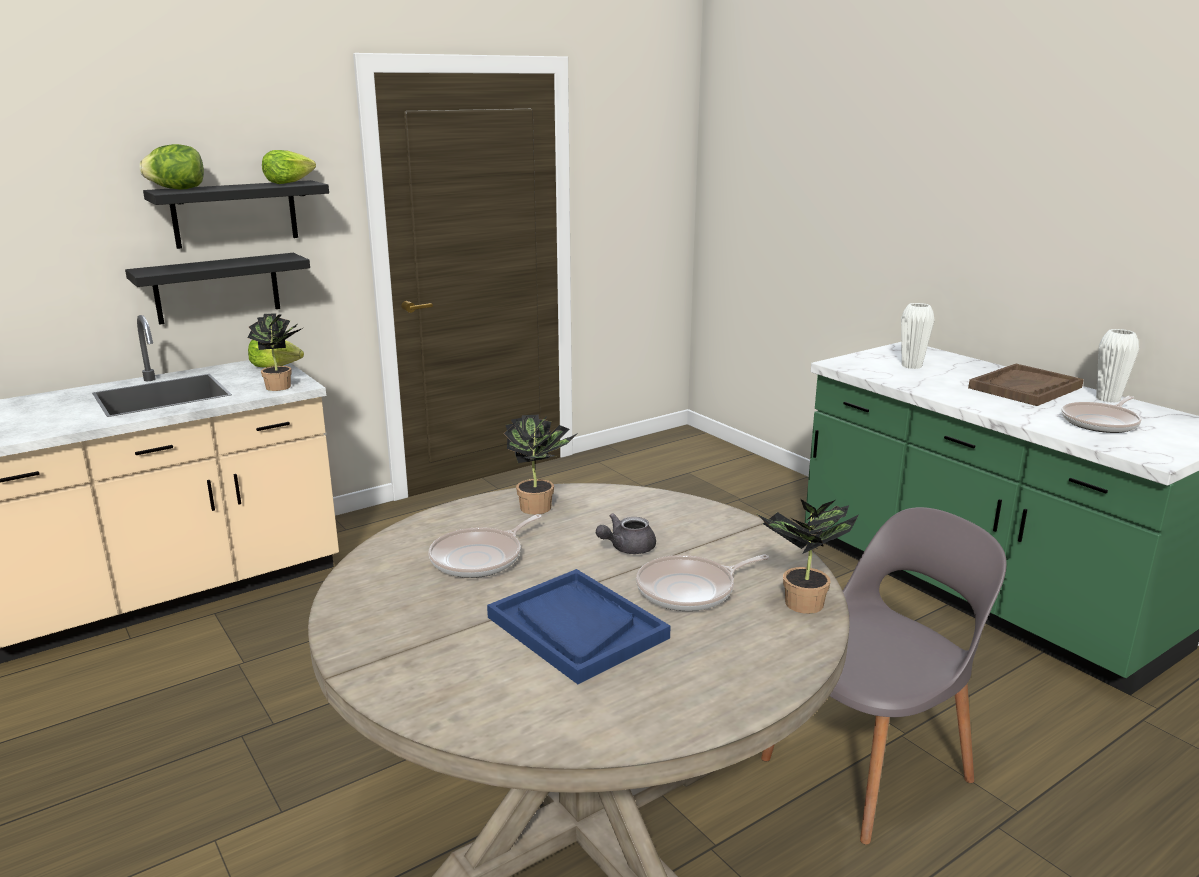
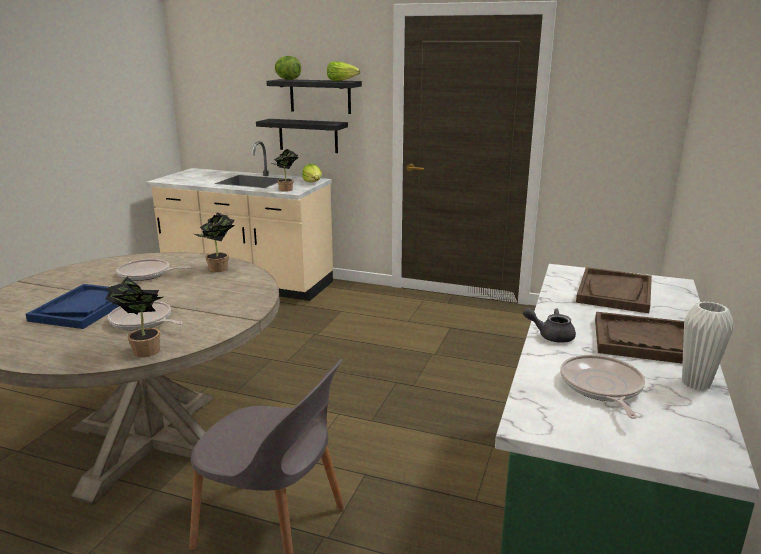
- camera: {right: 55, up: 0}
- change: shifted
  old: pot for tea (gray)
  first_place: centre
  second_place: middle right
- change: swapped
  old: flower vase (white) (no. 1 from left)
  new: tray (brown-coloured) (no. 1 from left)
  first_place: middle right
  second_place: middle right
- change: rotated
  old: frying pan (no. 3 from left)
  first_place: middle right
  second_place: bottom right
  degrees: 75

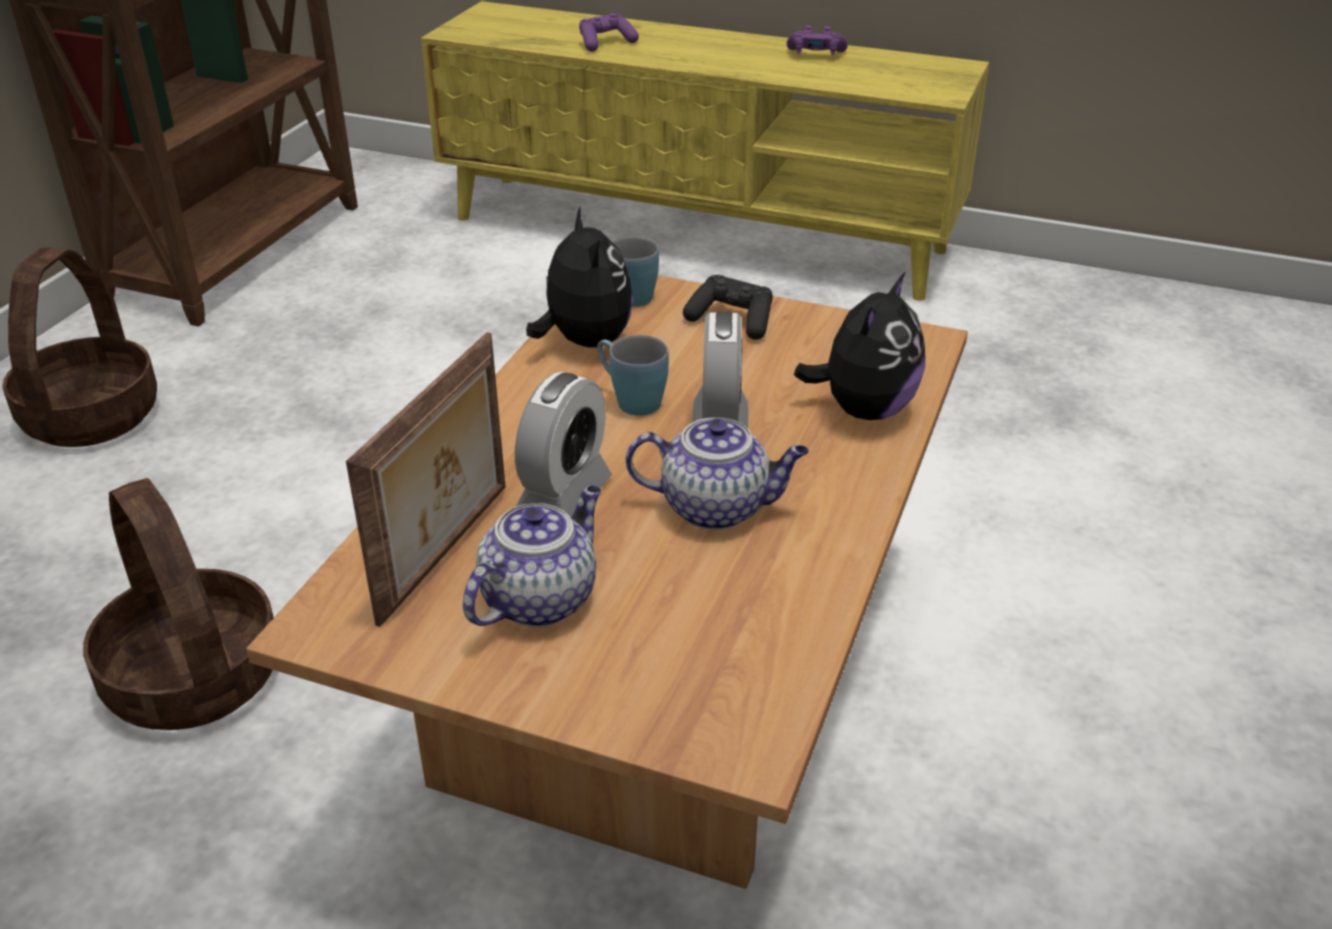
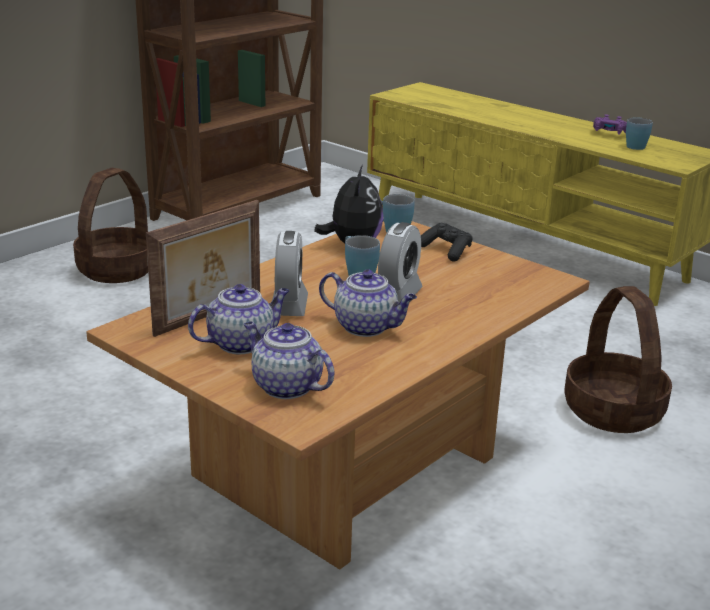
- camera: {right: 20, up: -10}
- change: shifted
  old: storage basket (no. 2 from left)
  first_place: middle left
  second_place: middle right
- change: rotated
  old: alarm clock (no. 1 from left)
  first_place: centre
  second_place: centre
  degrees: -45
- change: gone
  old: joypad (purple) (no. 1 from left)
  first_place: top centre
- change: gone
  old: cuddly toy (no. 2 from left)
  first_place: centre
- change: new
  new: pot for tea (no. 2 from left)
  second_place: centre
- change: new
  new: mug (blue) (no. 3 from left)
  second_place: top right

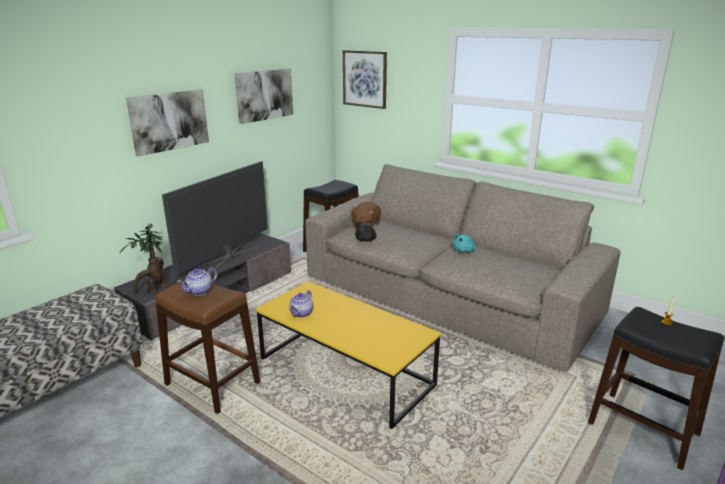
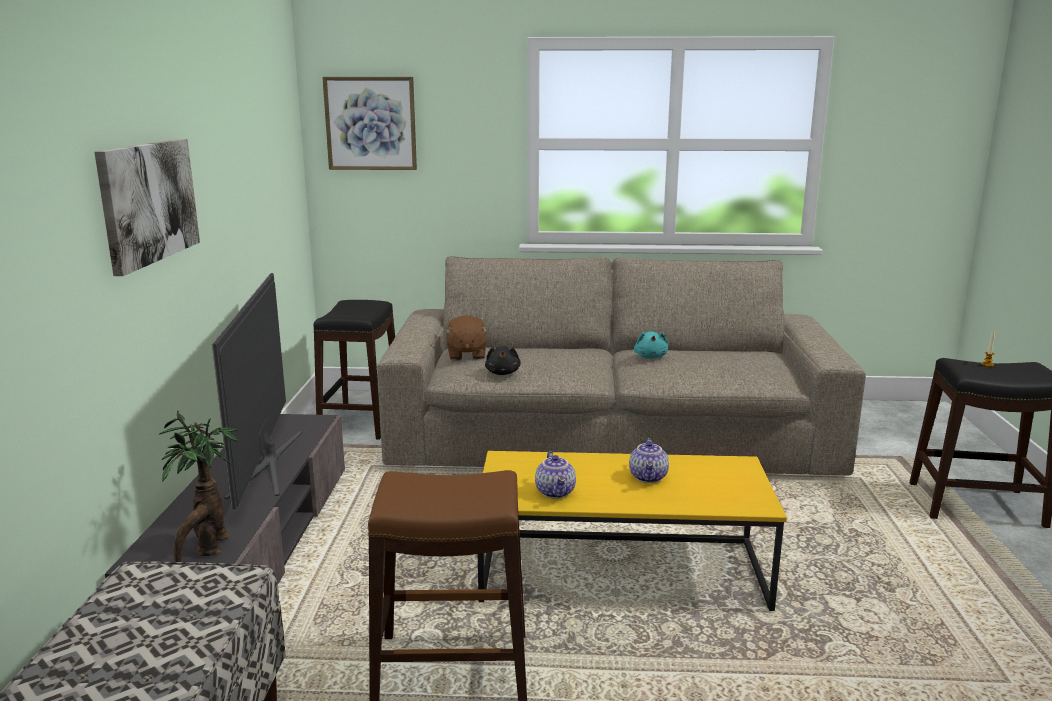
- camera: {right: -35, up: -5}
- change: shifted
  old: pot for tea (no. 1 from left in the first image)
  new: pot for tea (no. 2 from left)
  first_place: middle left
  second_place: centre
- change: gone
  old: picture (no. 2 from left)
  first_place: top centre

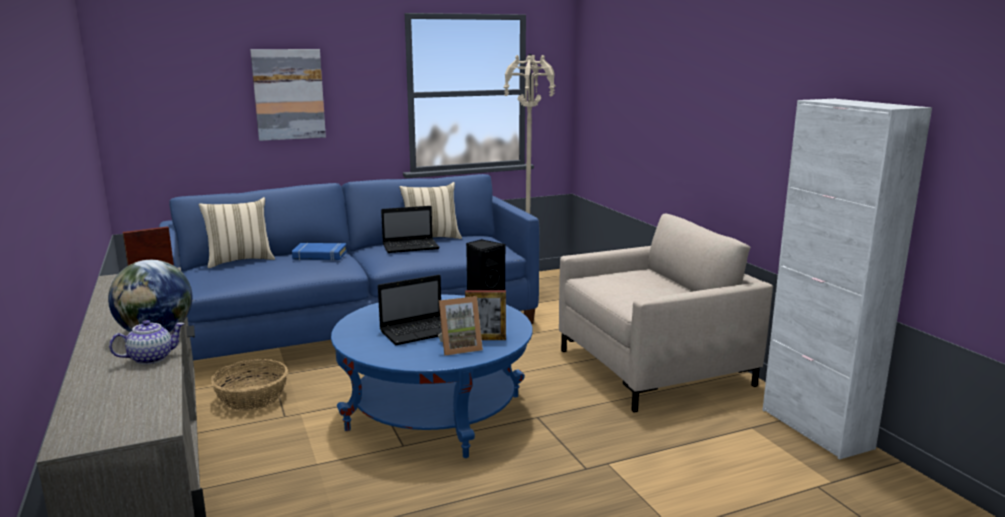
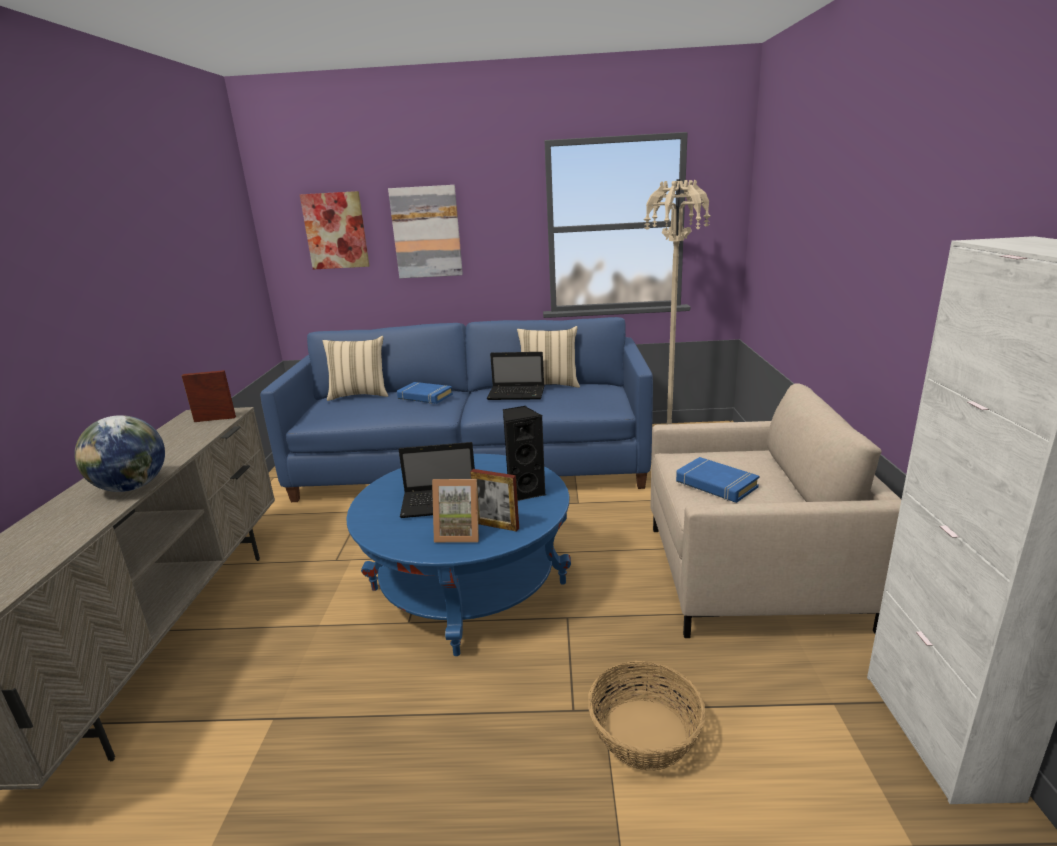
- camera: {right: 25, up: 5}
- change: gone
  old: pot for tea
  first_place: middle left
- change: shifted
  old: storage basket
  first_place: bottom left
  second_place: bottom centre
- change: new
  new: picture (no. 1 from left)
  second_place: top left
- change: new
  new: volume (blue) (no. 2 from left)
  second_place: middle right

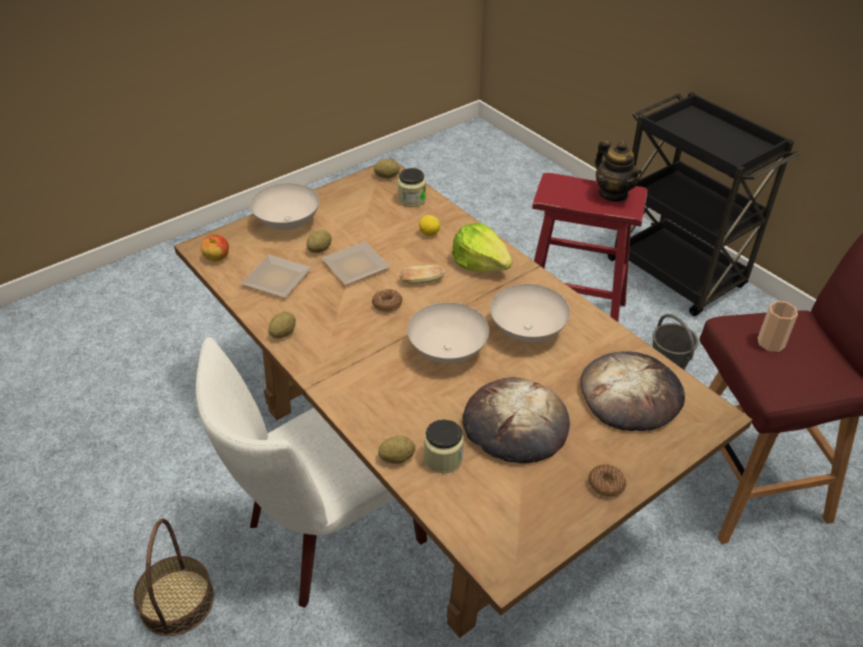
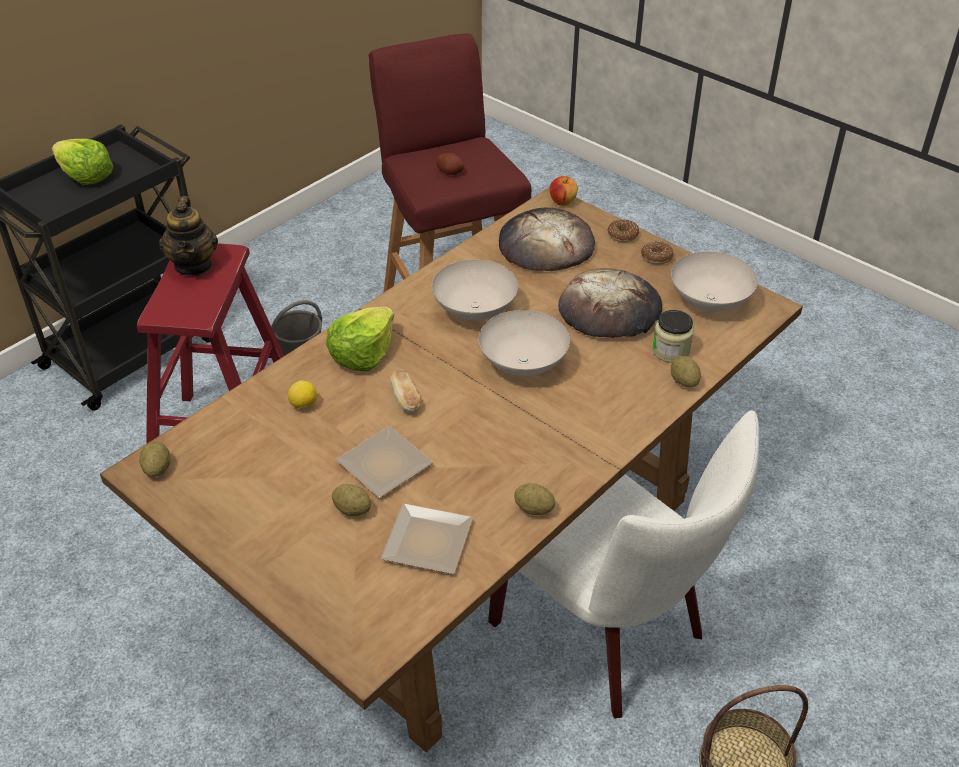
- camera: {right: -100, up: 0}
- change: shifted
  old: whole apple
  first_place: middle left
  second_place: top centre
- change: shifted
  old: serving bowl (white) (no. 1 from left in the first image)
  new: serving bowl (white) (no. 3 from left)
  first_place: top left
  second_place: middle right
- change: shifted
  old: ring doughnut (no. 1 from left)
  first_place: centre
  second_place: top centre
- change: gone
  old: storage jar (no. 1 from left)
  first_place: top centre
- change: rotated
  old: pot for tea
  first_place: top right
  second_place: top left
  degrees: 120
- change: swapped
  old: small cup
  new: potato (no. 3 from left)
  first_place: middle right
  second_place: top centre
- change: new
  new: head of lettuce (no. 1 from left)
  second_place: top left

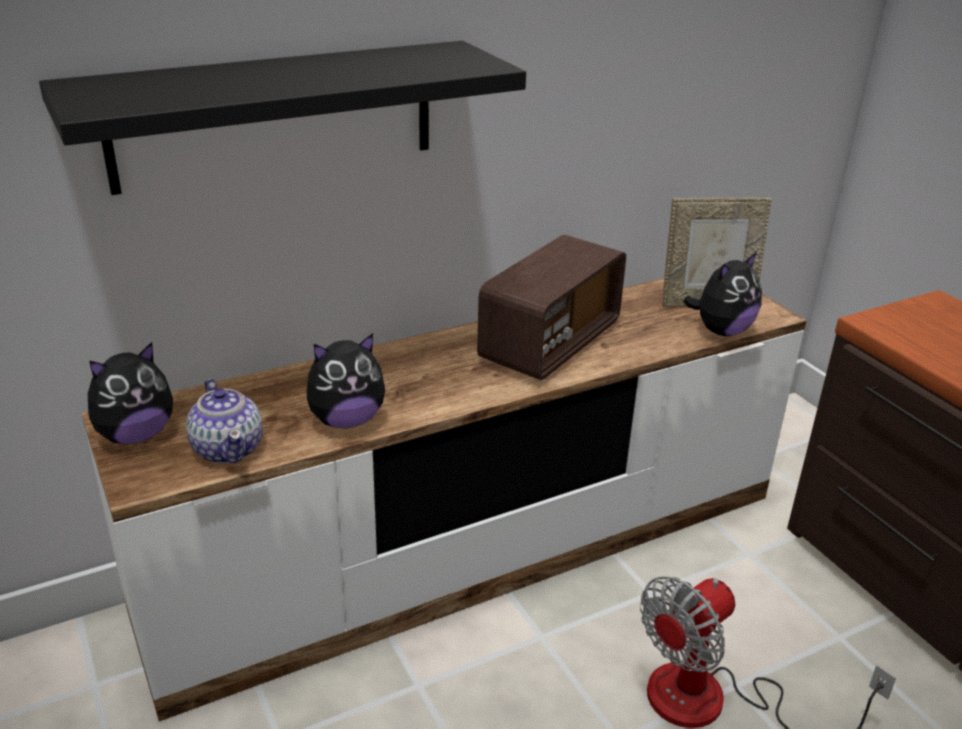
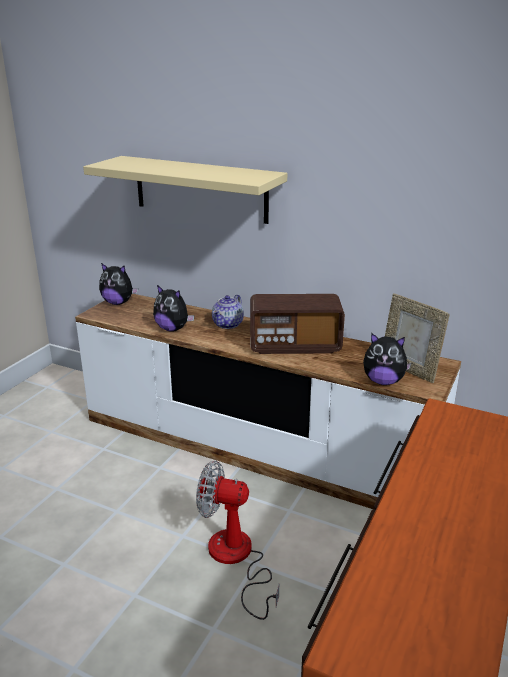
- camera: {right: 55, up: -5}
- change: repainted
  old: bracket shelf (blackish)
  new: bracket shelf (beige-coloured)
  first_place: top left
  second_place: top centre
- change: shifted
  old: pot for tea
  first_place: middle left
  second_place: centre

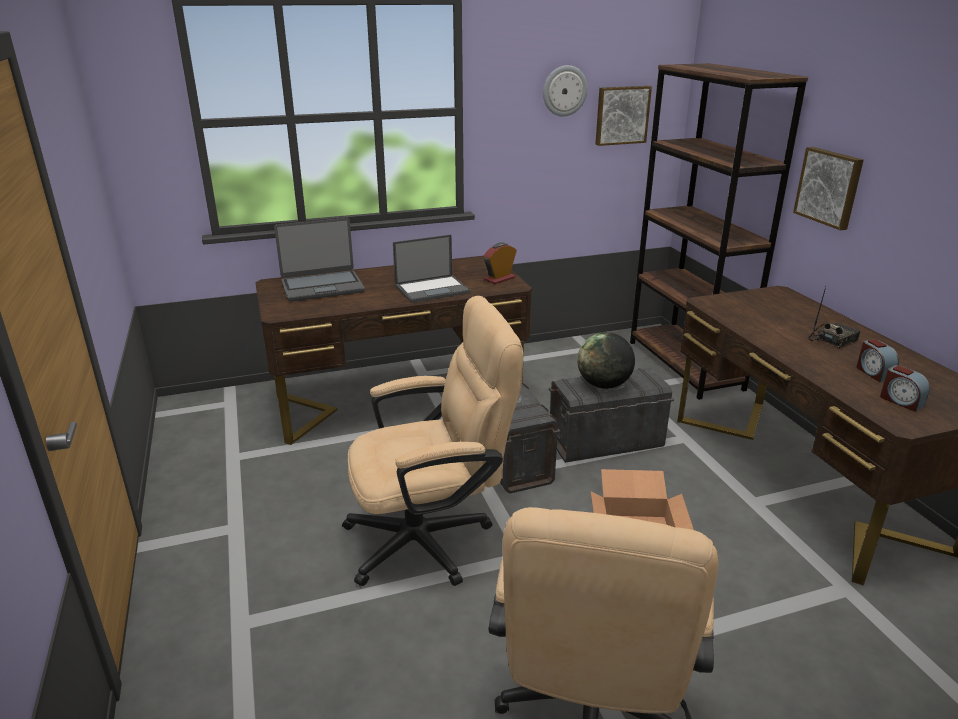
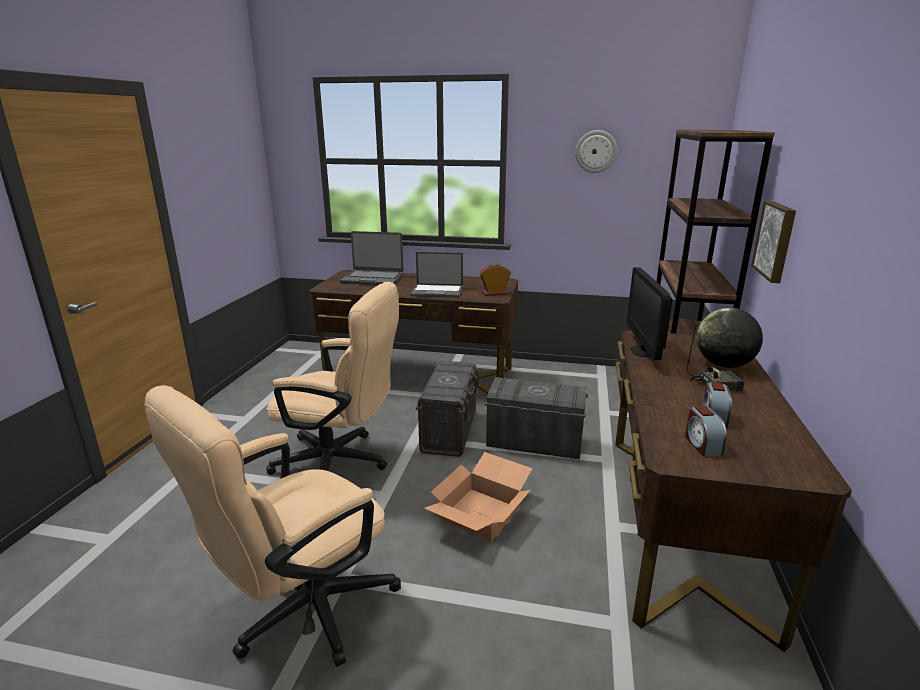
- camera: {right: 30, up: -5}
- change: shifted
  old: globe
  first_place: centre
  second_place: middle right
- change: gone
  old: picture (no. 1 from left)
  first_place: top centre
- change: new
  new: computer screen
  second_place: middle right

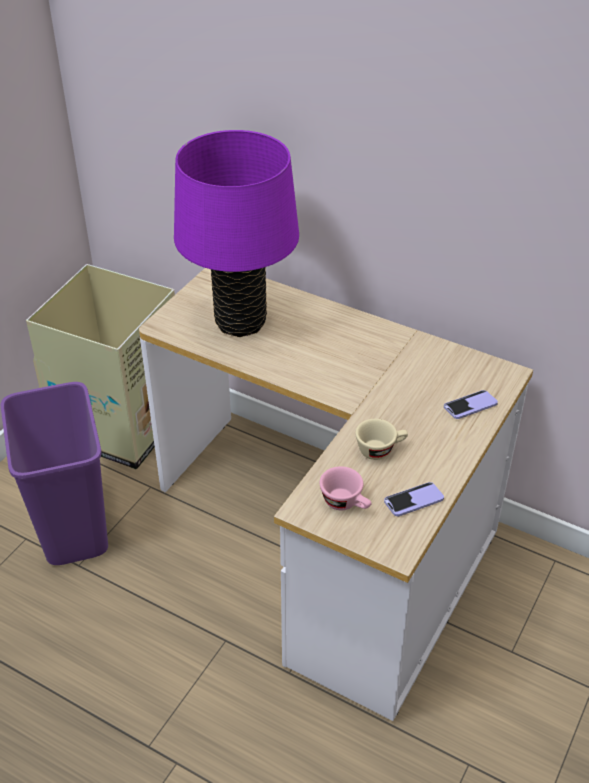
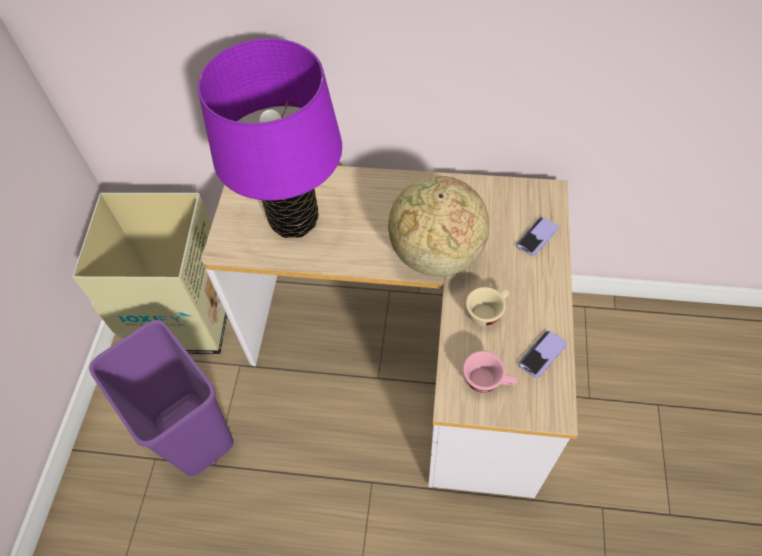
- camera: {right: -20, up: 15}
- change: new
  new: globe
  second_place: centre

